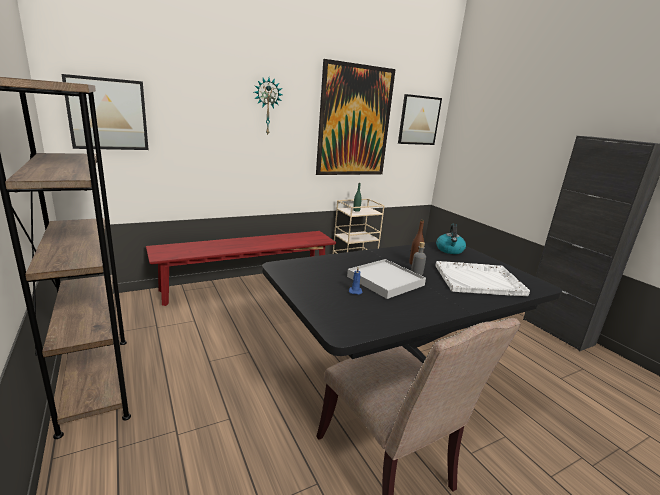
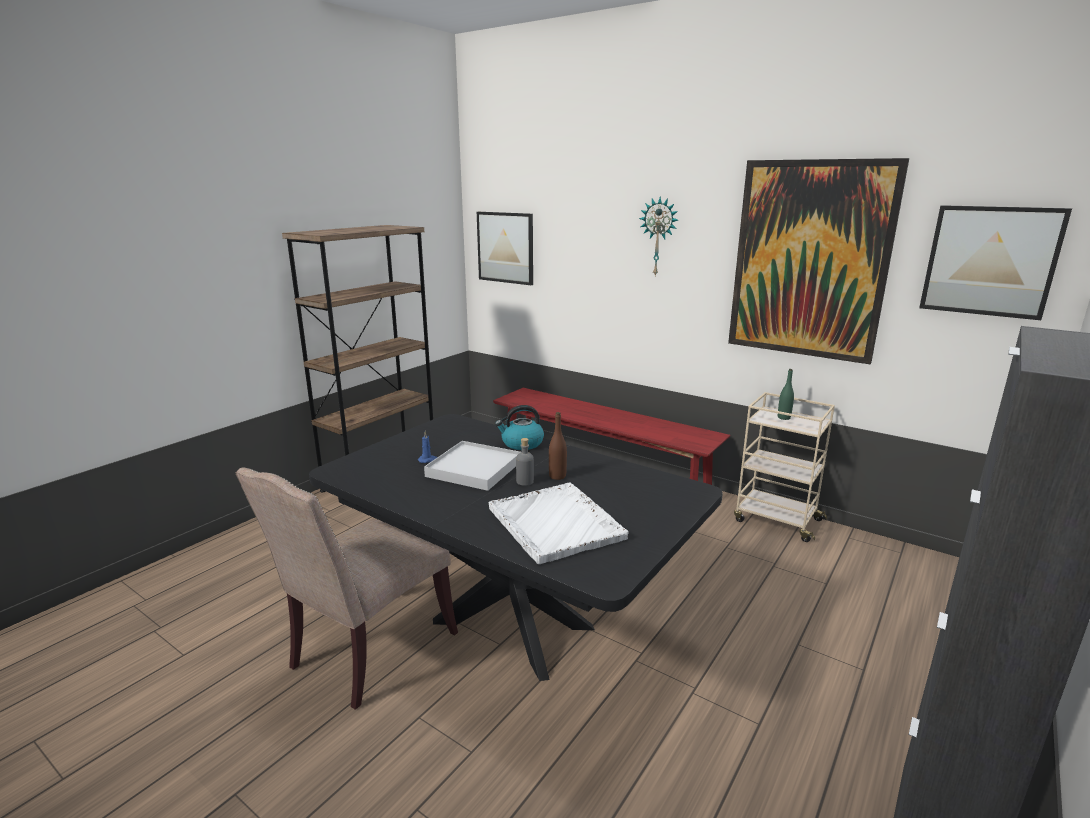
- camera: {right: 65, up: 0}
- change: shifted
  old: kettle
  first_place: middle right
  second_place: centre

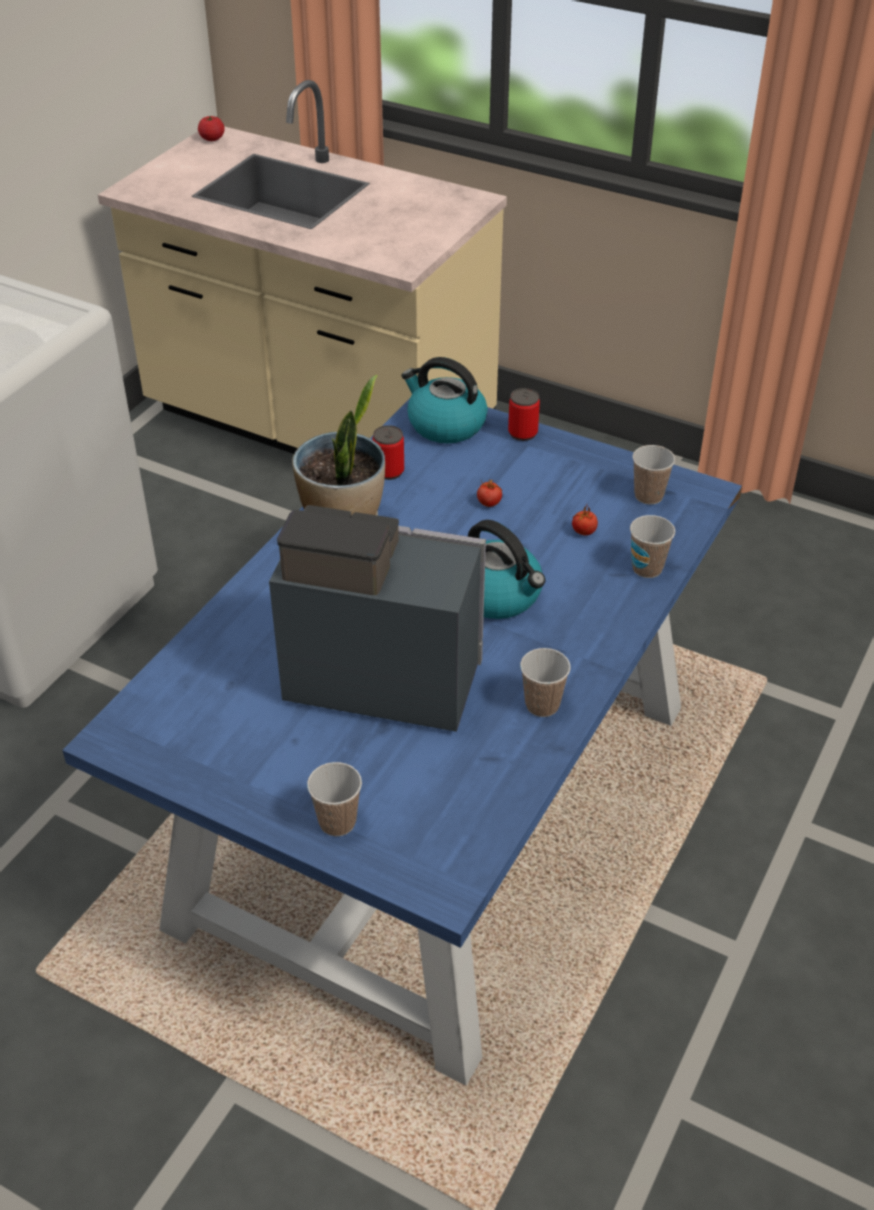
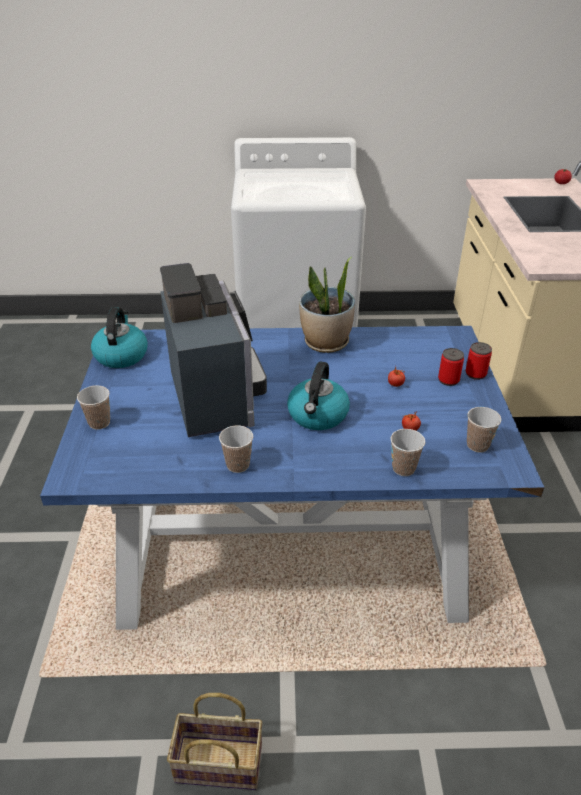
- camera: {right: 60, up: -5}
- change: shifted
  old: sealed can (no. 1 from left)
  first_place: centre
  second_place: middle right
- change: shifted
  old: kettle (no. 1 from left)
  first_place: top centre
  second_place: middle left
- change: new
  new: storage basket
  second_place: bottom centre

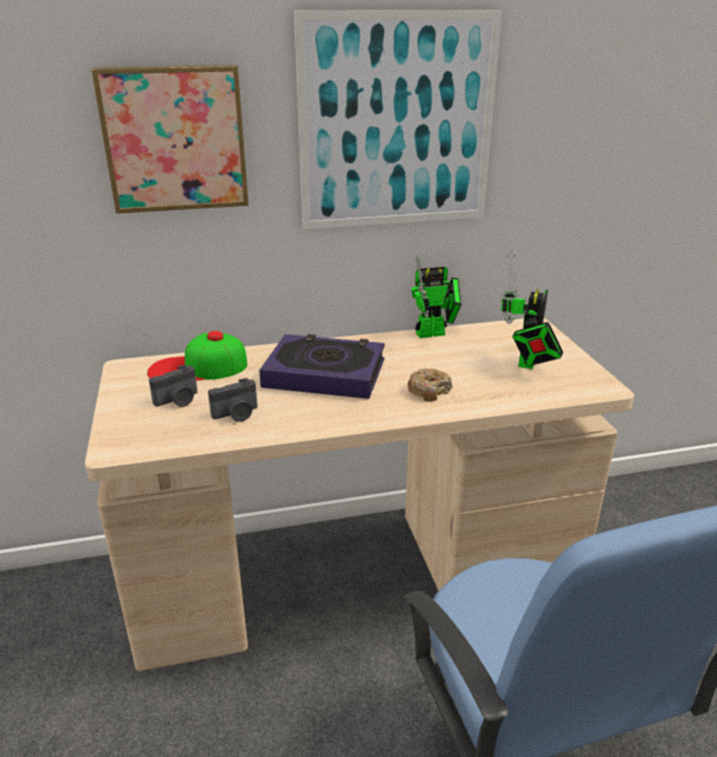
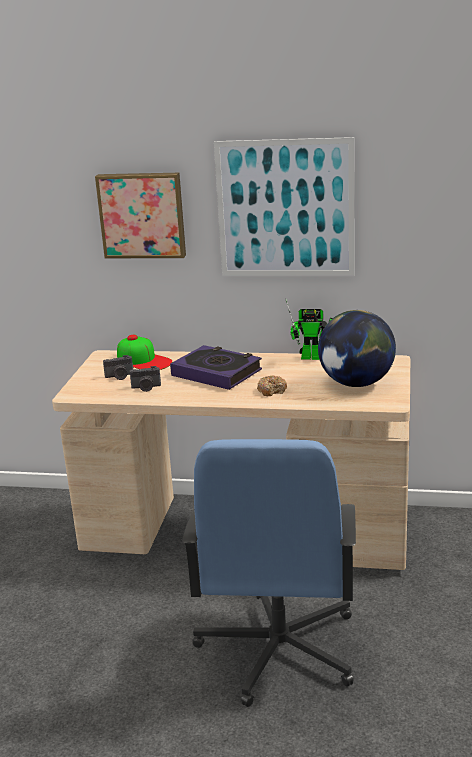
- camera: {right: 25, up: -5}
- change: rotated
  old: peaked cap
  first_place: middle left
  second_place: middle left
  degrees: -150
- change: swapped
  old: toy robot (no. 2 from left)
  new: globe
  first_place: middle right
  second_place: middle right

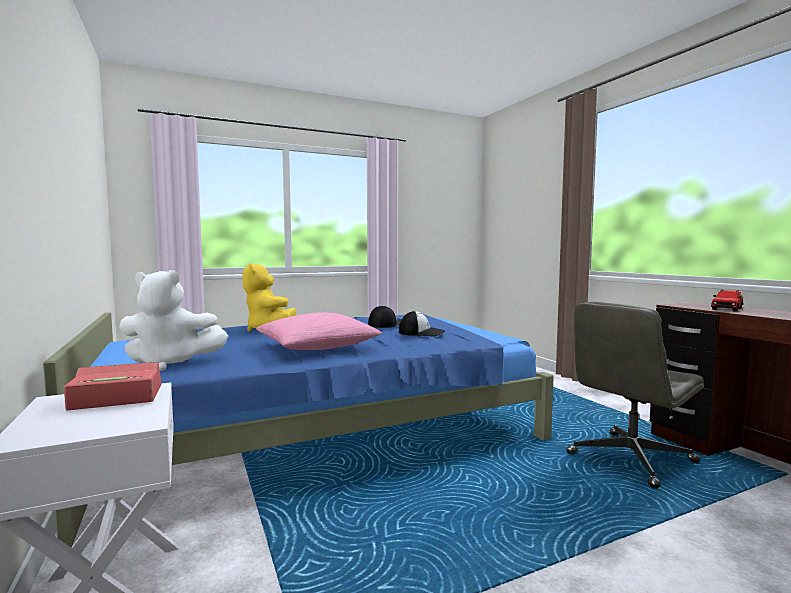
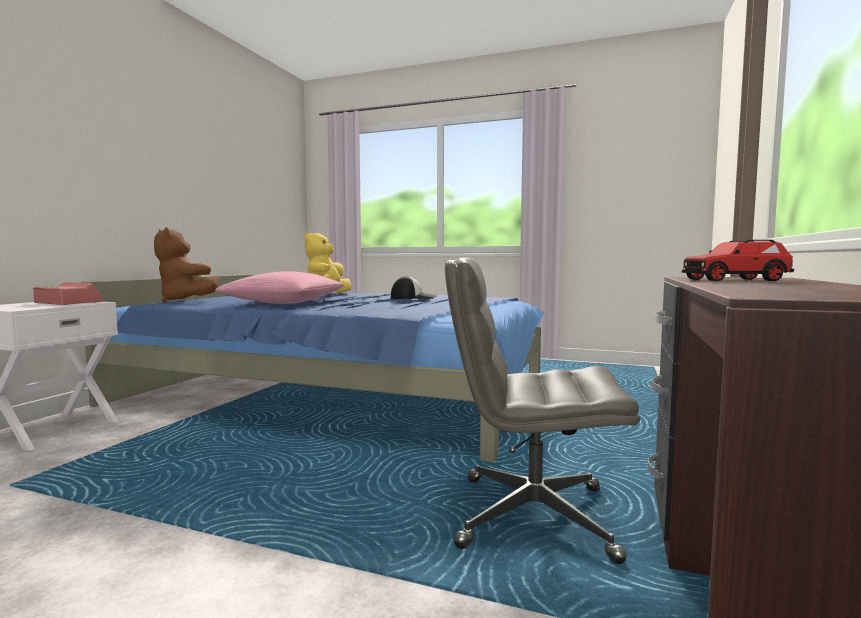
- camera: {right: 45, up: 0}
- change: repainted
  old: cuddly toy (white)
  new: cuddly toy (brown-coloured)
  first_place: middle left
  second_place: middle left
- change: gone
  old: peaked cap (no. 2 from left)
  first_place: centre

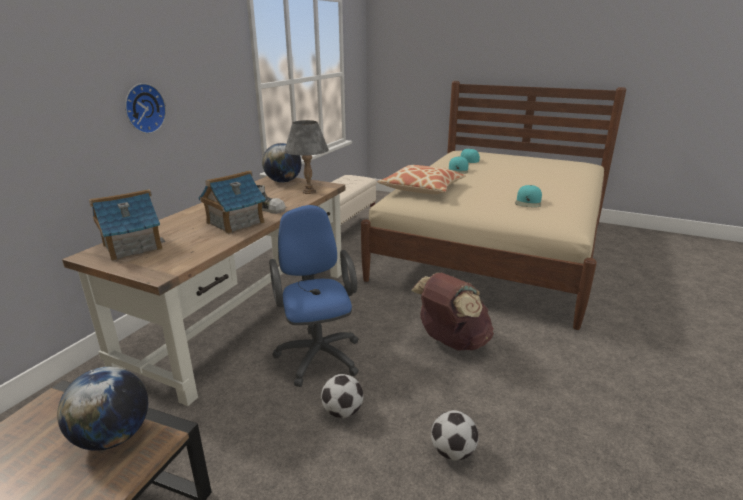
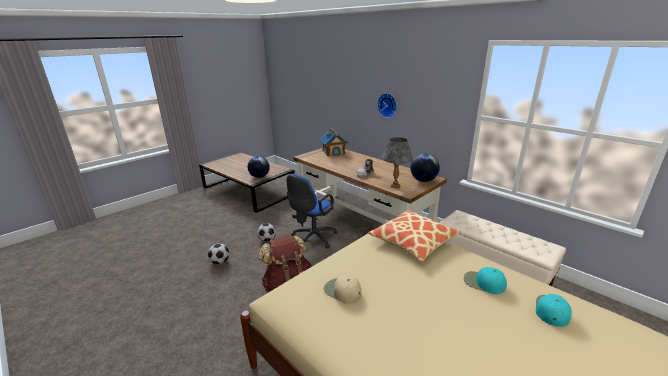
- camera: {right: 110, up: 0}
- change: gone
  old: model house (no. 2 from left)
  first_place: middle left
- change: rotated
  old: computer chair (blue)
  first_place: centre
  second_place: centre
  degrees: 120
- change: repainted
  old: peaked cap (blue-green) (no. 3 from left)
  new: peaked cap (beige-coloured)
  first_place: middle right
  second_place: bottom centre

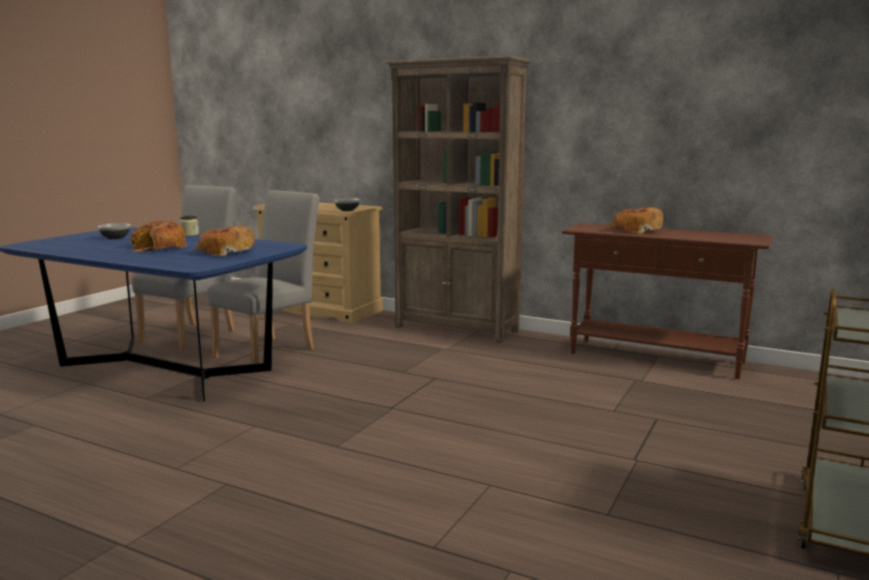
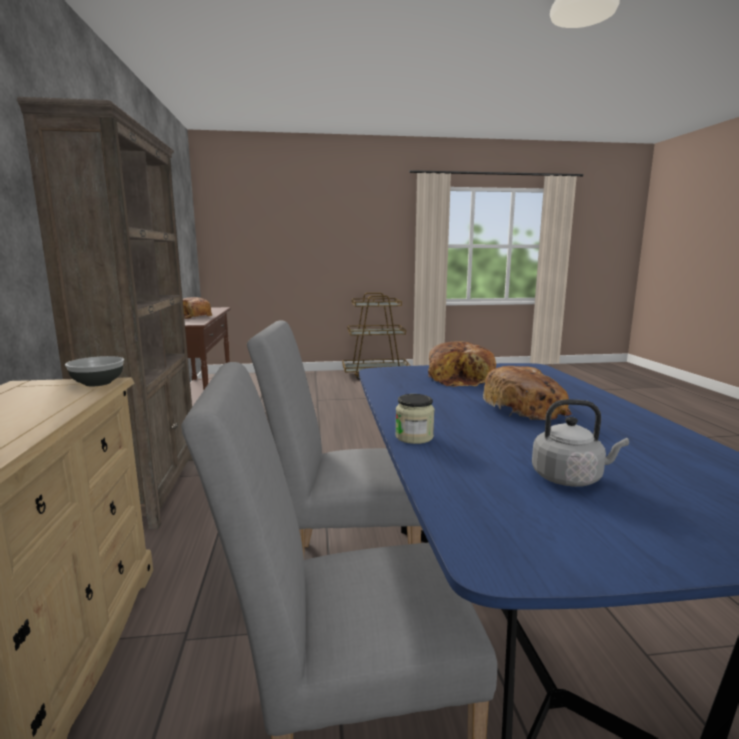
- camera: {right: -125, up: 0}
- change: swapped
  old: serving bowl (no. 1 from left)
  new: kettle (gray)
  first_place: middle left
  second_place: middle right

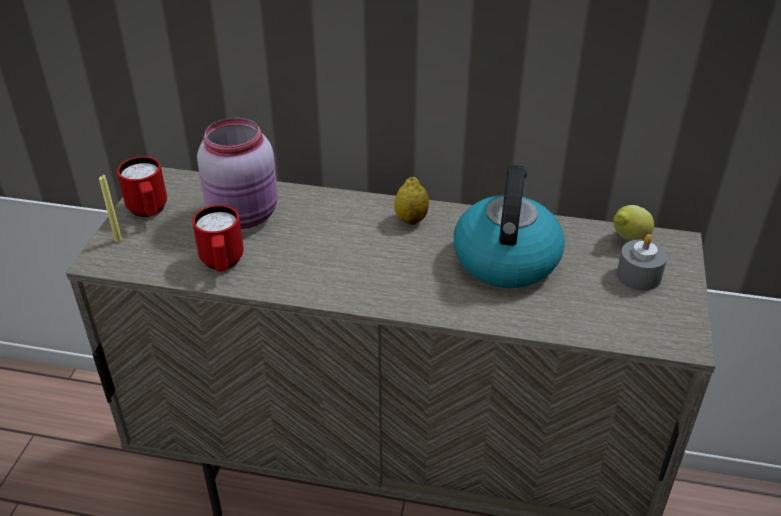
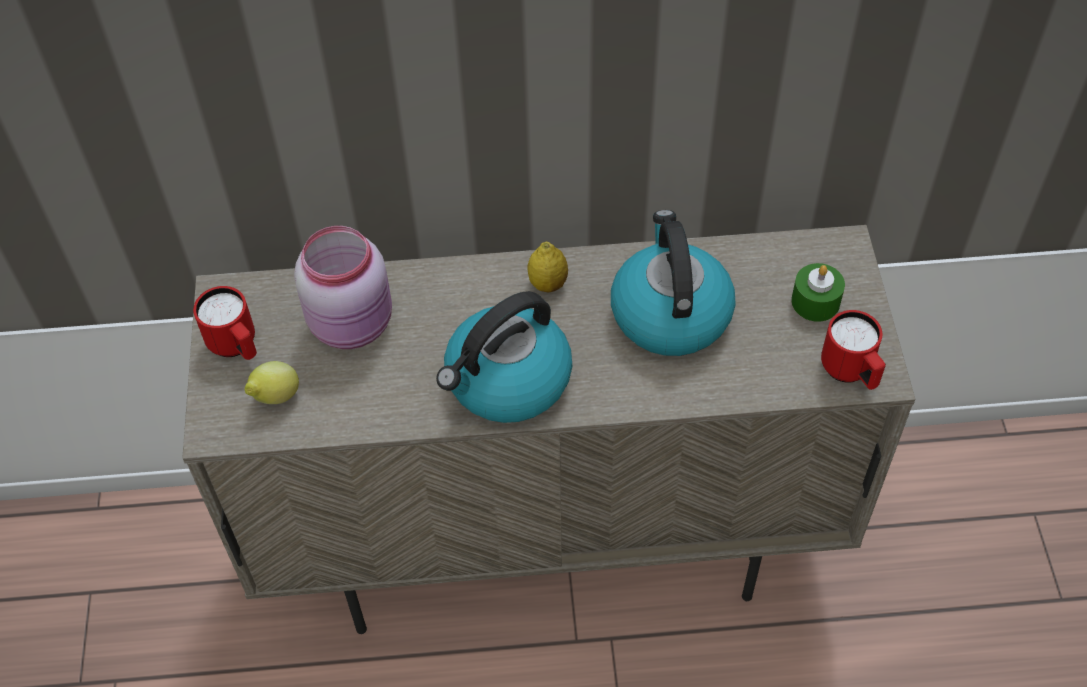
- camera: {right: -15, up: 15}
- change: gone
  old: wax candle (yellow-coloured)
  first_place: middle left
- change: shifted
  old: mug (red) (no. 2 from left)
  first_place: middle left
  second_place: middle right
- change: shifted
  old: citrus fruit (no. 2 from left in the first image)
  new: citrus fruit (no. 1 from left)
  first_place: middle right
  second_place: middle left
- change: repainted
  old: wax candle (gray)
  new: wax candle (green-coloured)
  first_place: middle right
  second_place: middle right
- change: new
  new: kettle (no. 1 from left)
  second_place: centre

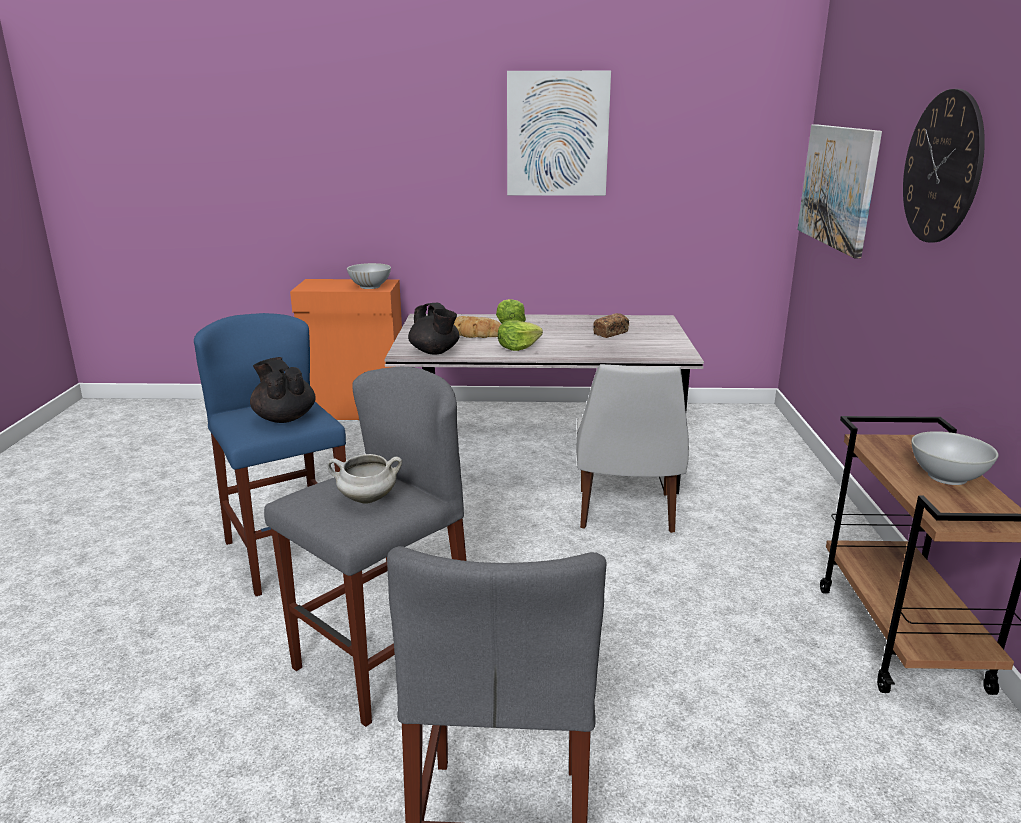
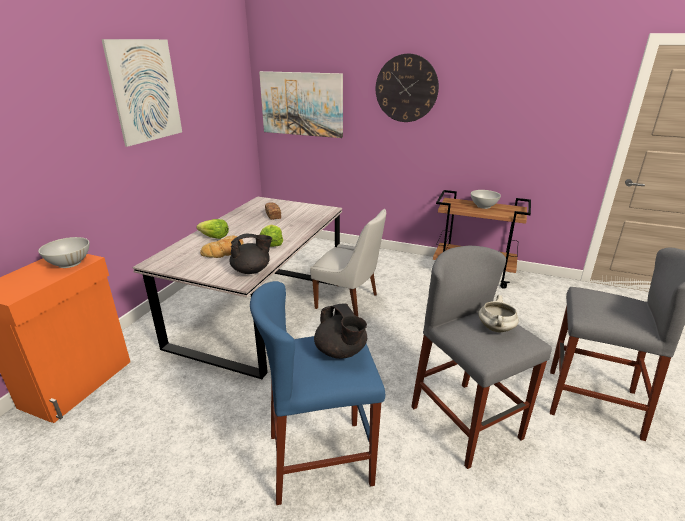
- camera: {right: -70, up: 5}
- change: rotated
  old: pot for tea (blackish) (no. 1 from left in the first image)
  first_place: middle left
  second_place: centre
  degrees: -105

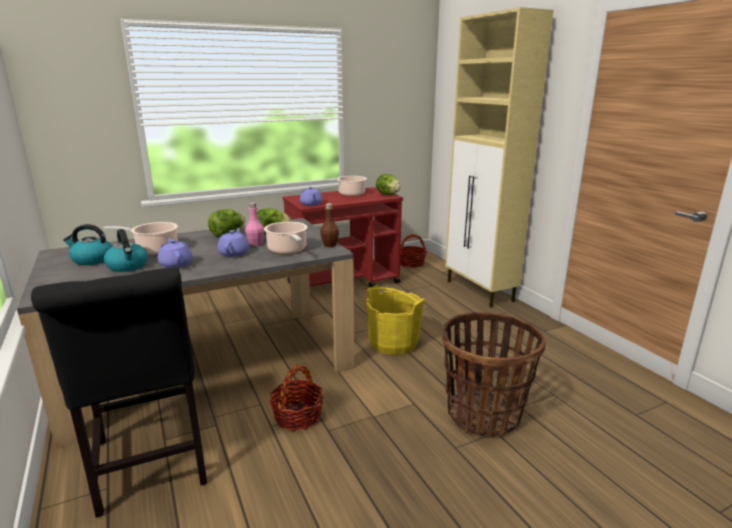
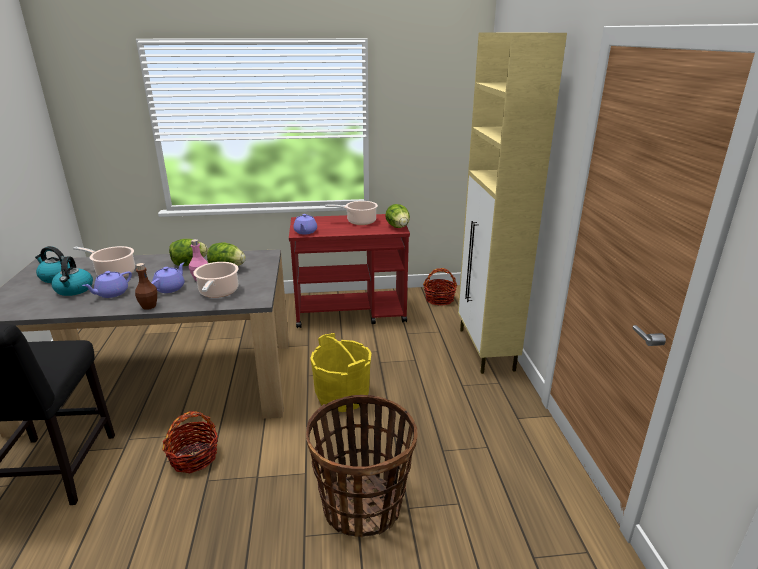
- camera: {right: 20, up: 5}
- change: rotated
  old: pot for tea (purple) (no. 1 from left)
  first_place: middle left
  second_place: middle left
  degrees: -135
- change: shifted
  old: bottle (brown-coloured)
  first_place: centre
  second_place: middle left

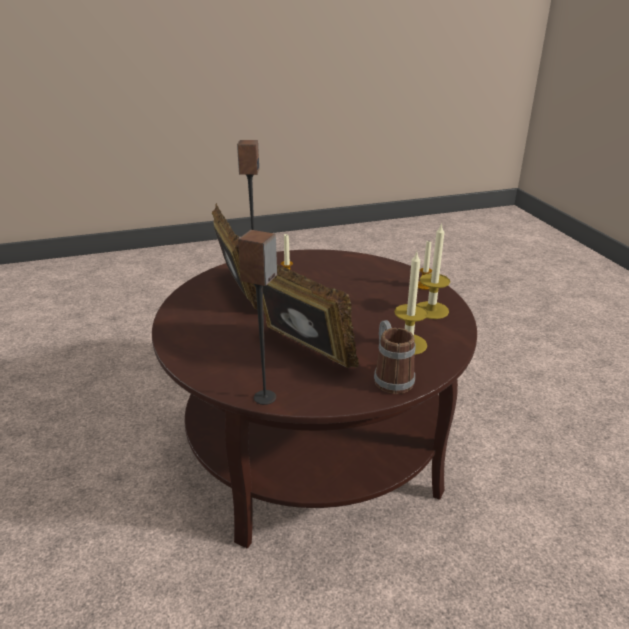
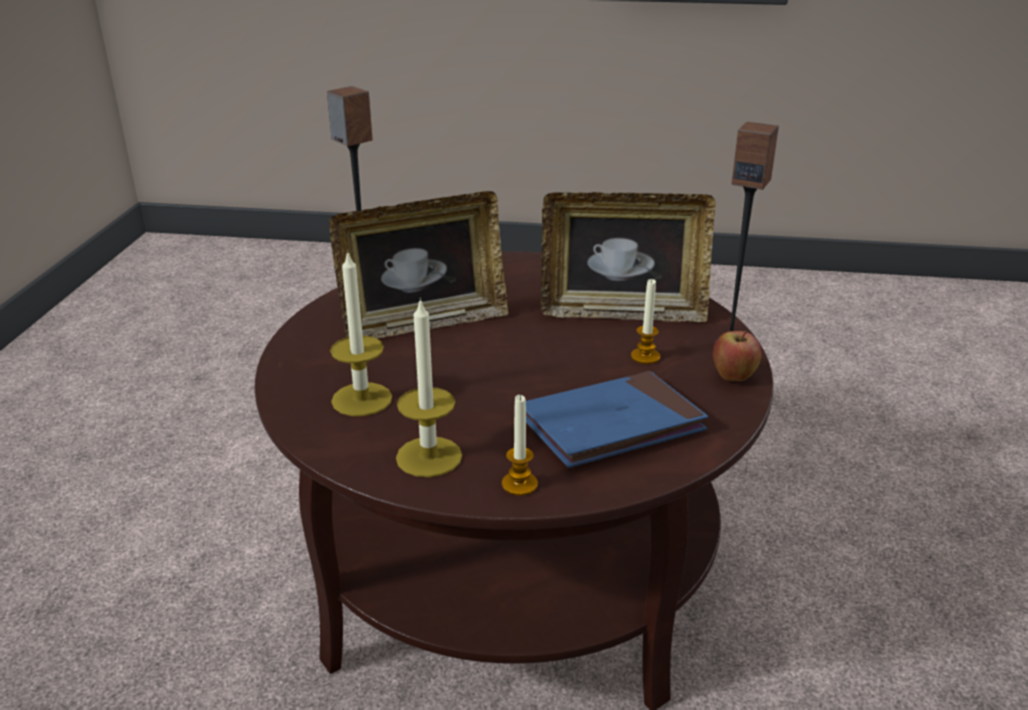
- camera: {right: 115, up: 0}
- change: gone
  old: mug
  first_place: centre
- change: new
  new: volume (blue)
  second_place: centre
- change: new
  new: whole apple
  second_place: middle right

